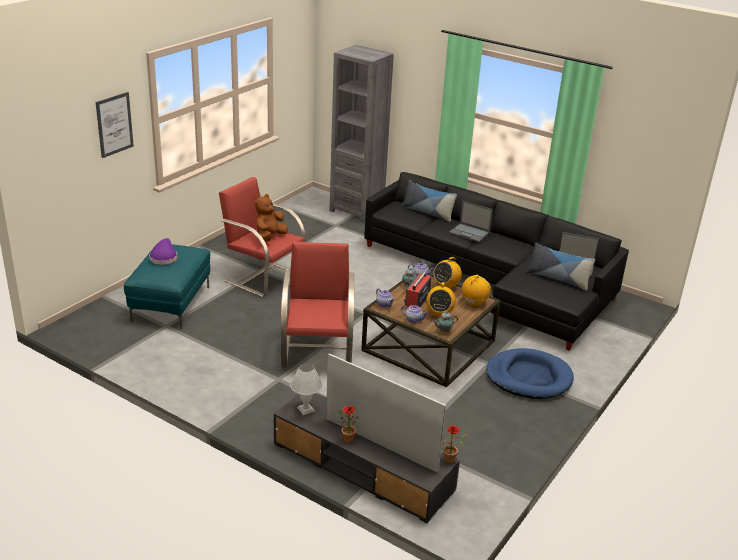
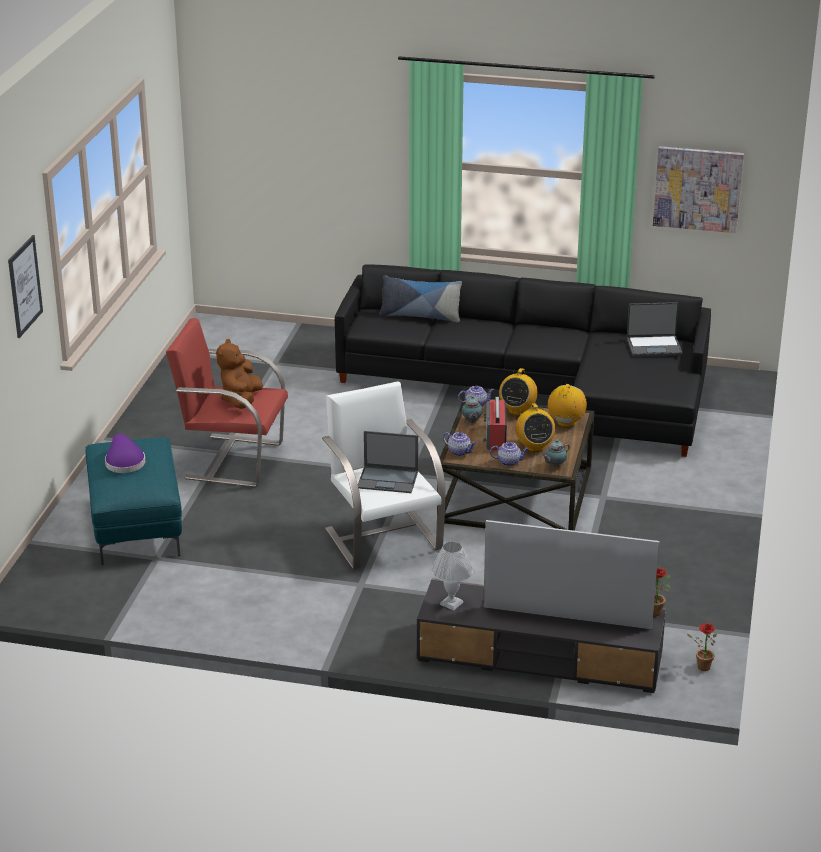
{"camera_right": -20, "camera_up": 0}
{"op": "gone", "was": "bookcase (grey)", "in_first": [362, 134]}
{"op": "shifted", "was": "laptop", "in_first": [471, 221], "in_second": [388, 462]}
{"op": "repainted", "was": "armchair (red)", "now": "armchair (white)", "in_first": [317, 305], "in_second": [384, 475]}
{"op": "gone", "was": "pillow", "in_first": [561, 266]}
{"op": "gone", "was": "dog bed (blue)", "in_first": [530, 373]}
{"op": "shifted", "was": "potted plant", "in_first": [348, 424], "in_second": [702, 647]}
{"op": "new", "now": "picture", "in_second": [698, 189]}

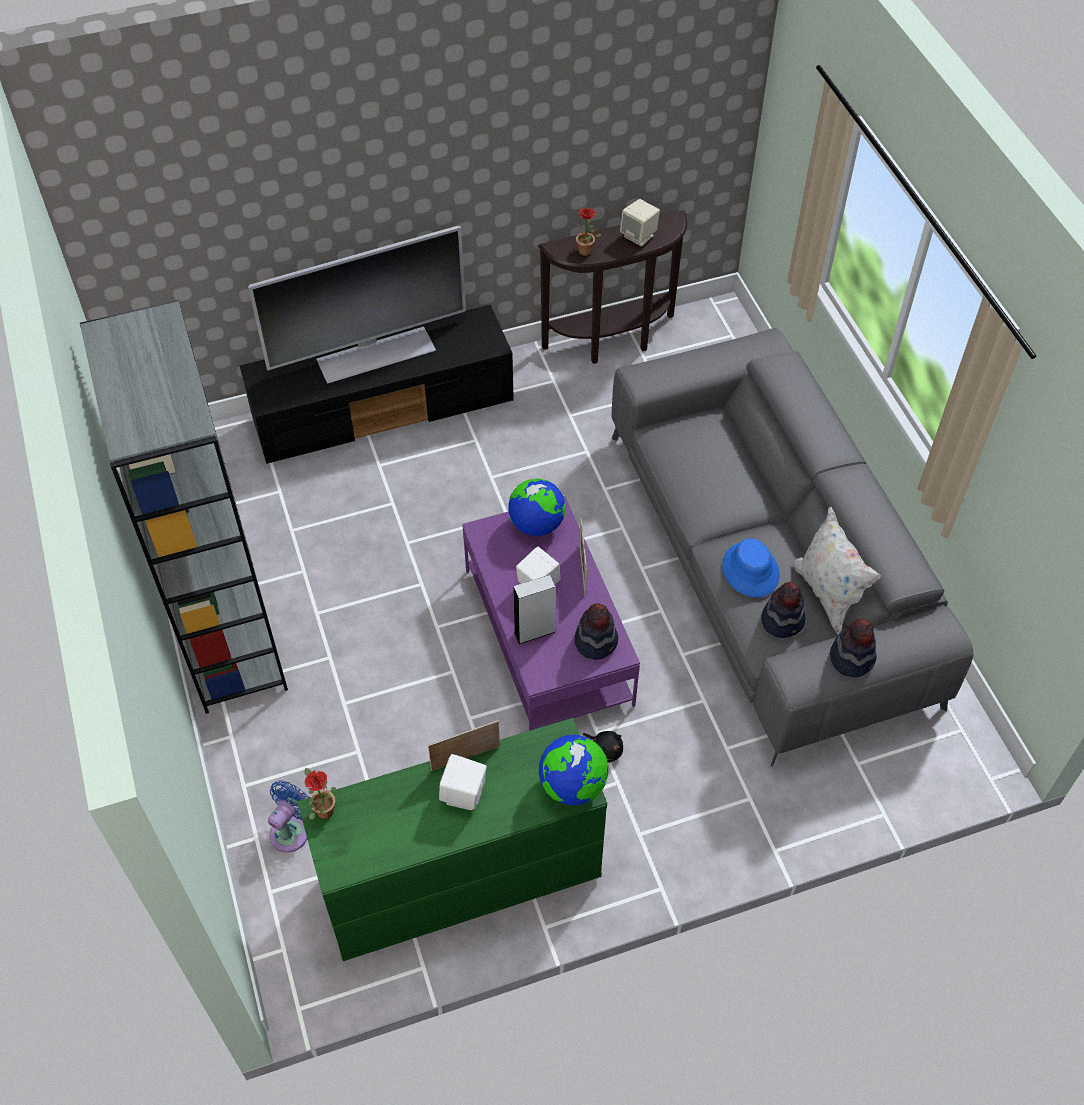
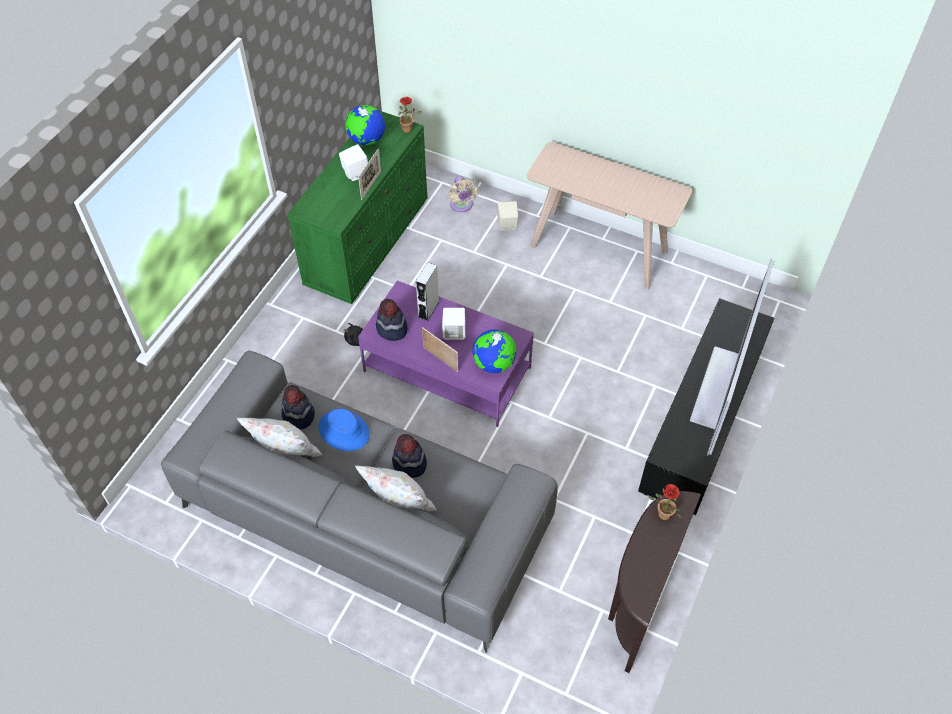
{"camera_right": 135, "camera_up": 0}
{"op": "shifted", "was": "speaker (beige)", "in_first": [640, 223], "in_second": [507, 216]}
{"op": "swapped", "was": "bookcase (grey)", "now": "console table (beige)", "in_first": [184, 507], "in_second": [609, 216]}
{"op": "shifted", "was": "hat", "in_first": [853, 648], "in_second": [409, 456]}
{"op": "shifted", "was": "globe", "in_first": [573, 770], "in_second": [365, 125]}
{"op": "repainted", "was": "fan (blue)", "now": "fan (beige)", "in_first": [289, 817], "in_second": [463, 194]}
{"op": "new", "now": "pillow (white)", "in_second": [396, 488]}

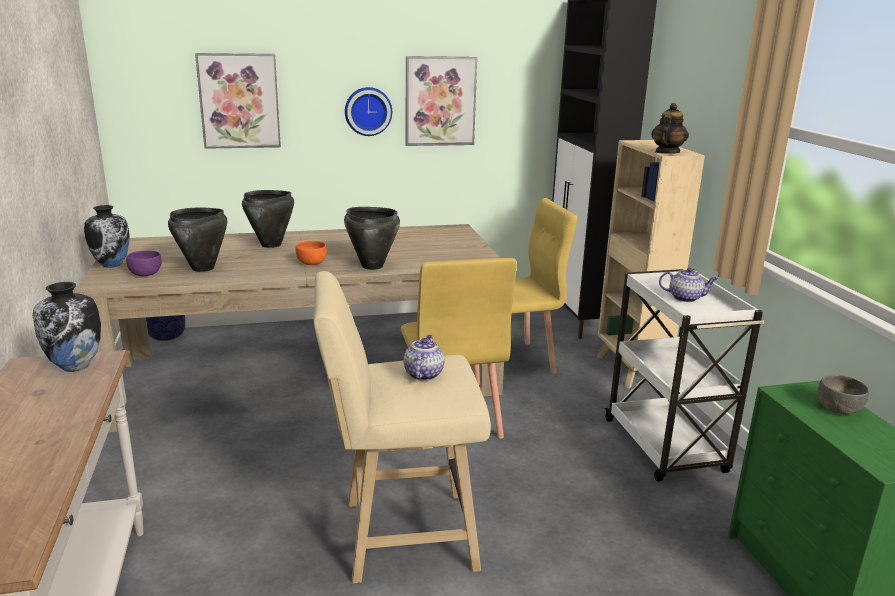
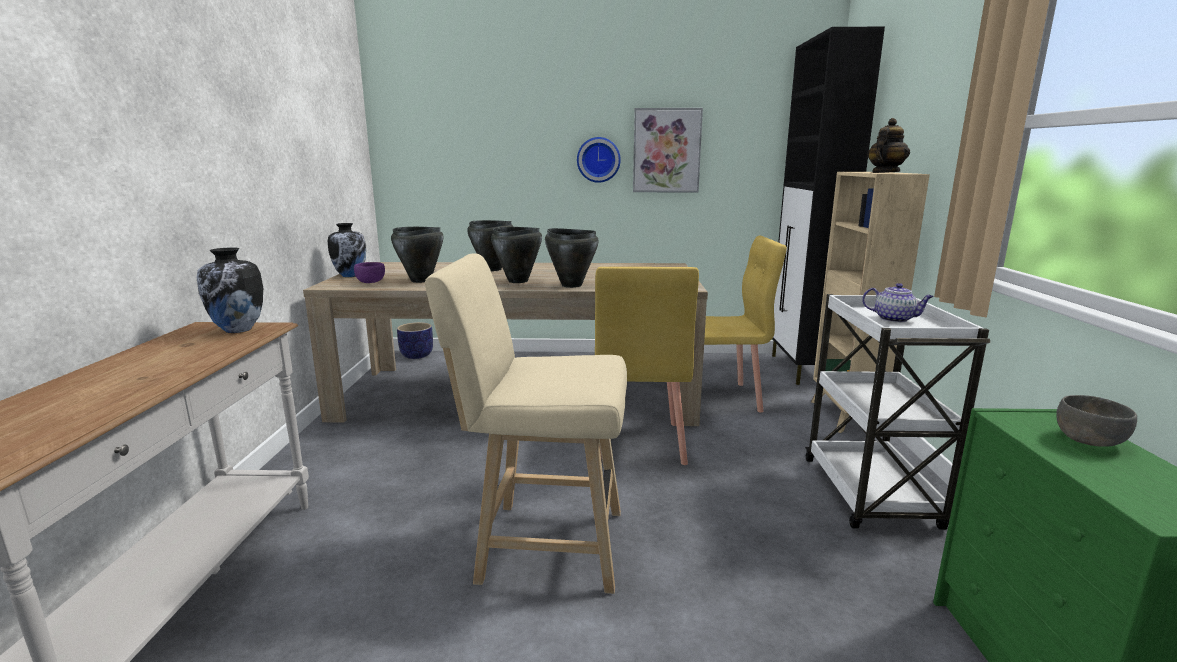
{"camera_right": 15, "camera_up": -5}
{"op": "gone", "was": "picture", "in_first": [238, 101]}
{"op": "swapped", "was": "bowl (orange)", "now": "cooking pot (black)", "in_first": [311, 253], "in_second": [516, 255]}
{"op": "gone", "was": "teapot", "in_first": [423, 358]}

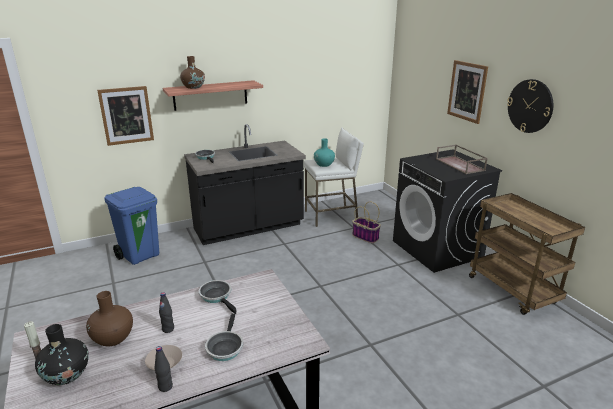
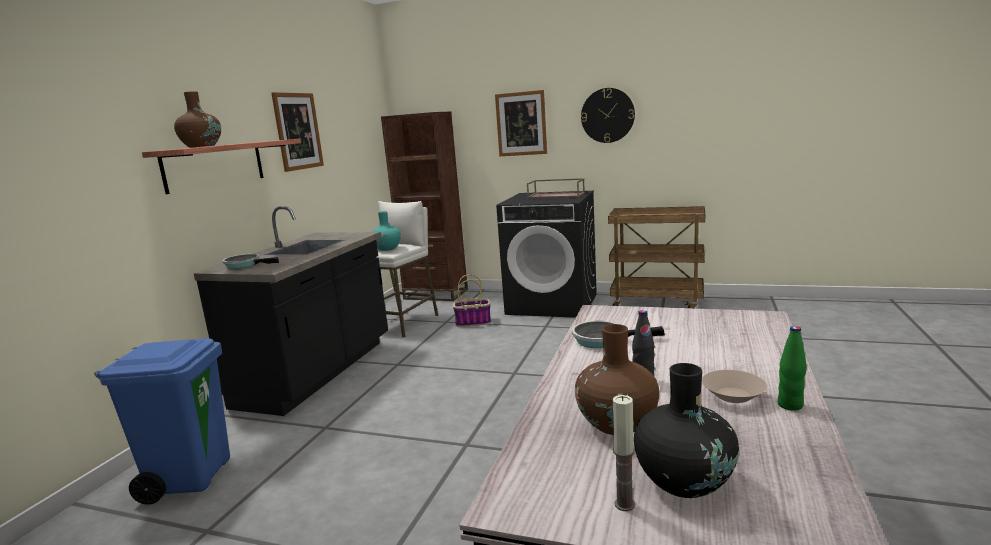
{"camera_right": -45, "camera_up": -10}
{"op": "shifted", "was": "picture", "in_first": [125, 116], "in_second": [297, 132]}
{"op": "gone", "was": "frying pan", "in_first": [224, 337]}
{"op": "repainted", "was": "bottle (black)", "now": "bottle (green)", "in_first": [163, 369], "in_second": [792, 368]}
{"op": "new", "now": "bookcase (brown)", "in_second": [424, 206]}

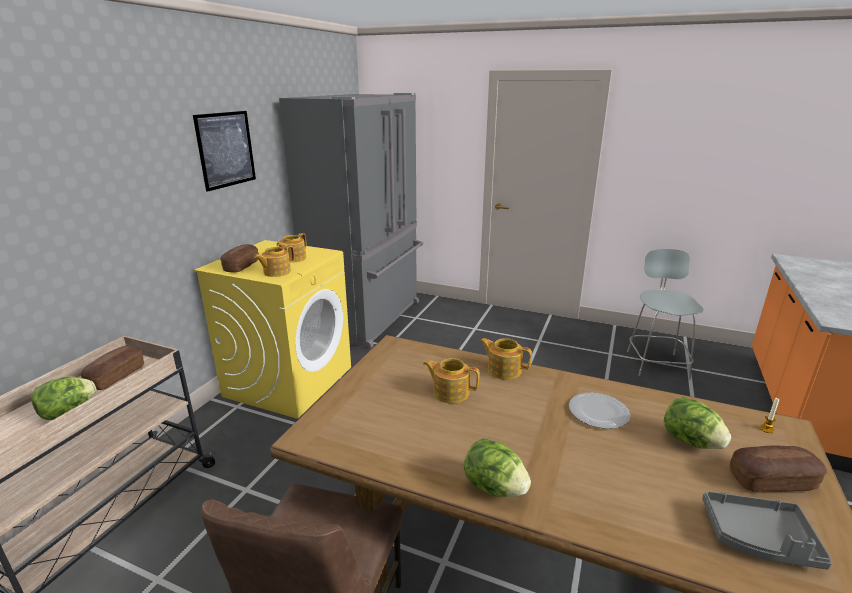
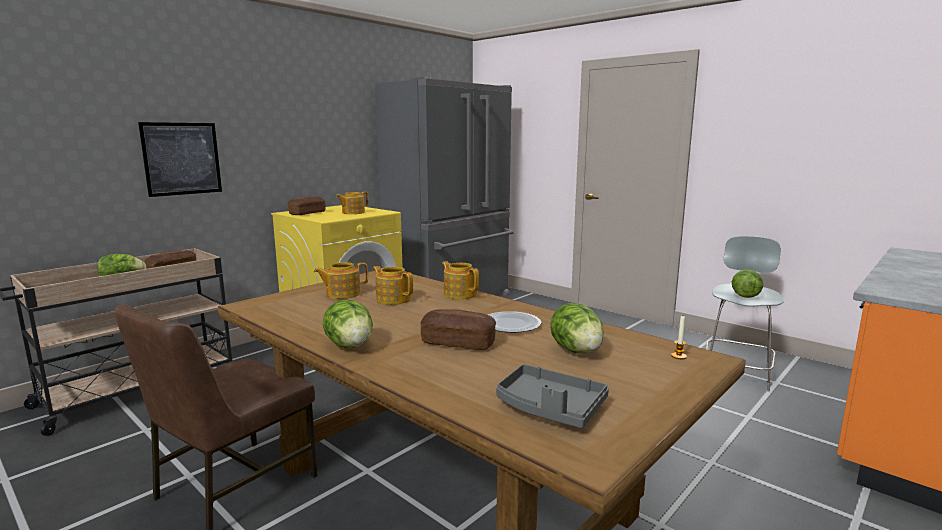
{"camera_right": 20, "camera_up": -10}
{"op": "shifted", "was": "picture", "in_first": [224, 151], "in_second": [180, 159]}
{"op": "shifted", "was": "teapot", "in_first": [274, 261], "in_second": [341, 280]}
{"op": "shifted", "was": "bread", "in_first": [778, 468], "in_second": [458, 329]}
{"op": "new", "now": "lettuce", "in_second": [747, 283]}

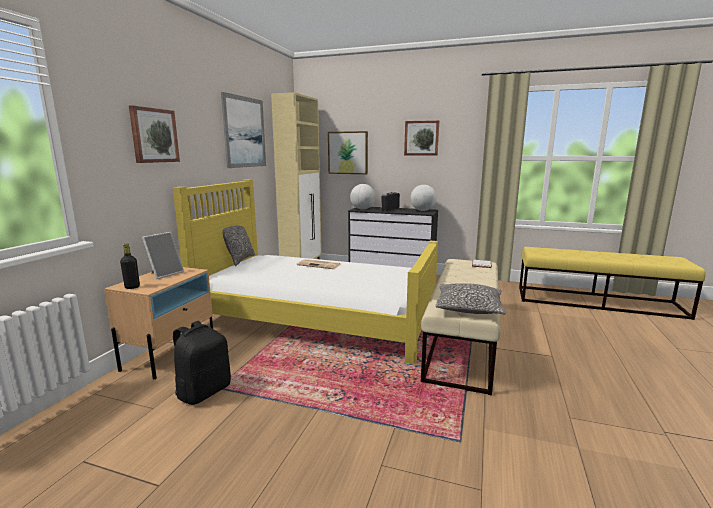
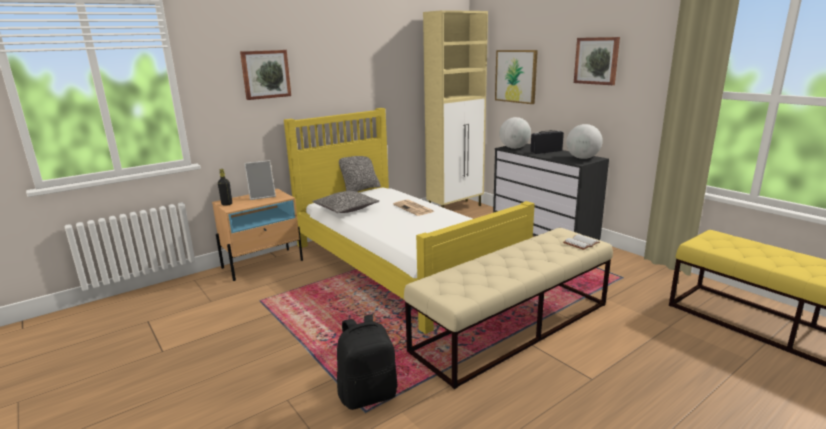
{"camera_right": 35, "camera_up": 5}
{"op": "gone", "was": "picture", "in_first": [243, 130]}
{"op": "shifted", "was": "pillow", "in_first": [470, 298], "in_second": [346, 202]}
{"op": "shifted", "was": "backpack (black)", "in_first": [202, 363], "in_second": [367, 362]}

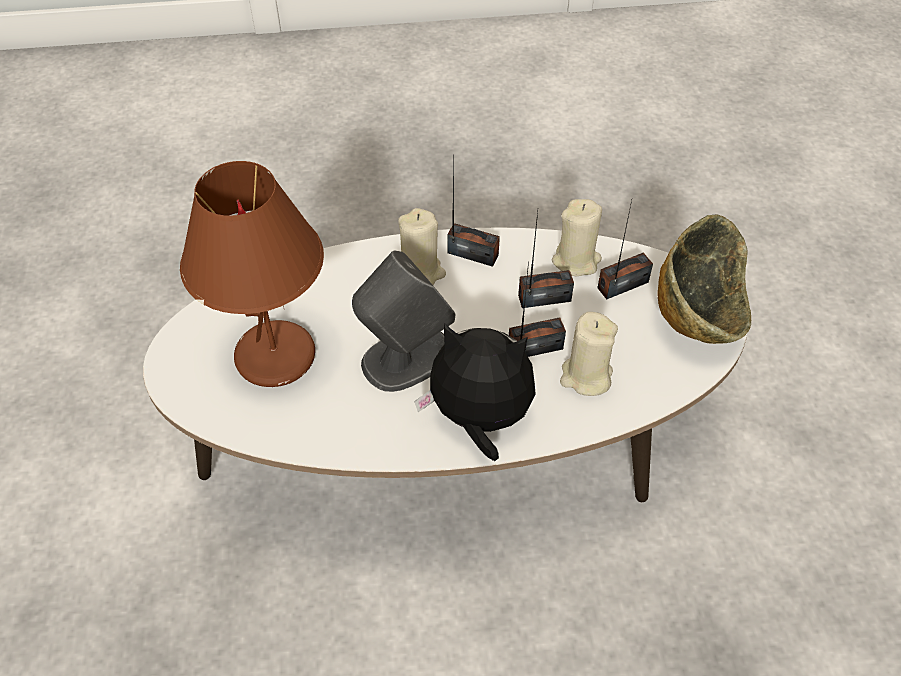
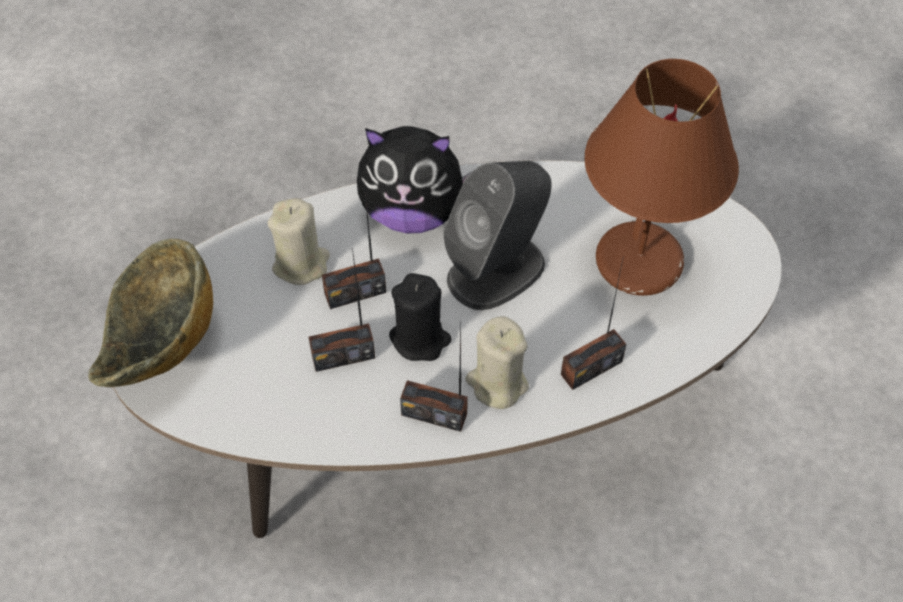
{"camera_right": 175, "camera_up": 5}
{"op": "gone", "was": "candle (beige)", "in_first": [577, 238]}
{"op": "shifted", "was": "radio", "in_first": [625, 250], "in_second": [593, 323]}
{"op": "new", "now": "candle (black)", "in_second": [420, 317]}

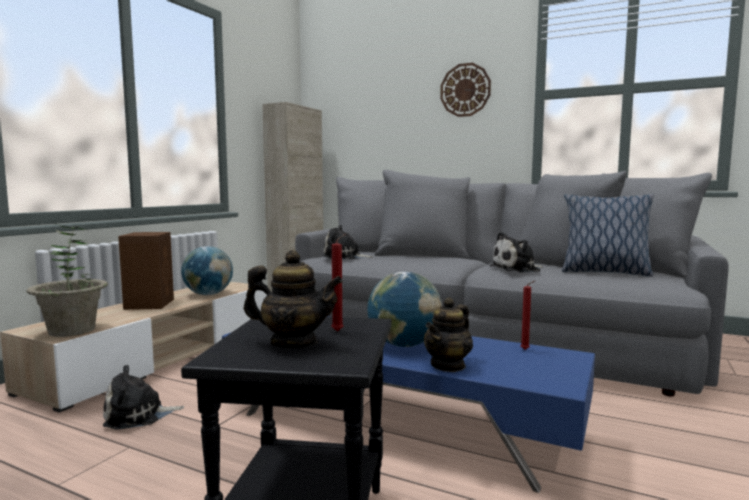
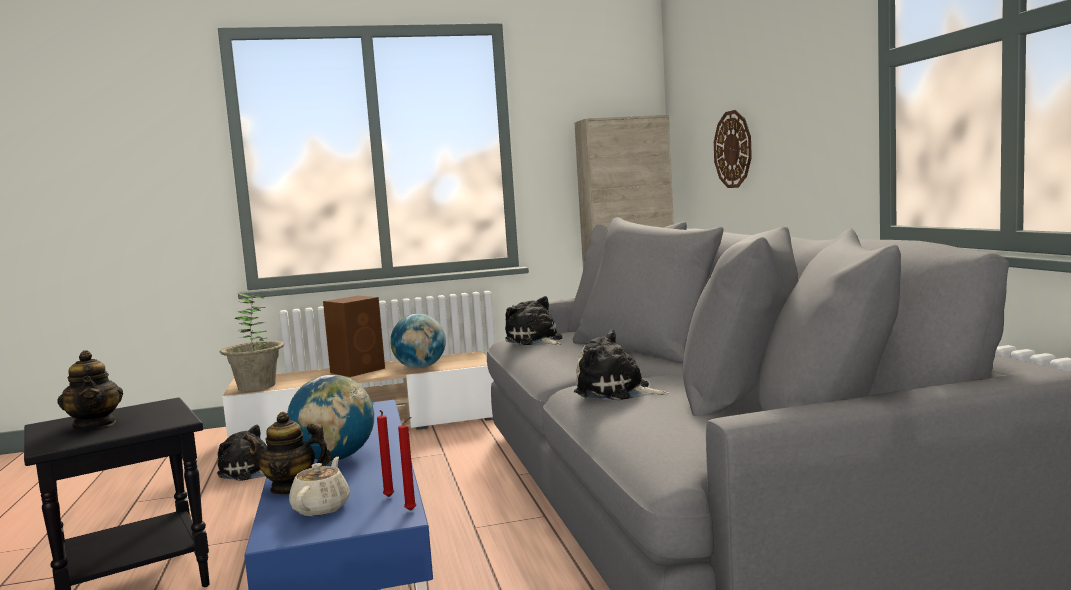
{"camera_right": 50, "camera_up": 0}
{"op": "shifted", "was": "wall clock", "in_first": [465, 90], "in_second": [733, 149]}
{"op": "gone", "was": "pillow", "in_first": [608, 235]}
{"op": "shifted", "was": "candle (red)", "in_first": [338, 283], "in_second": [407, 464]}
{"op": "new", "now": "teapot (beige)", "in_second": [319, 486]}

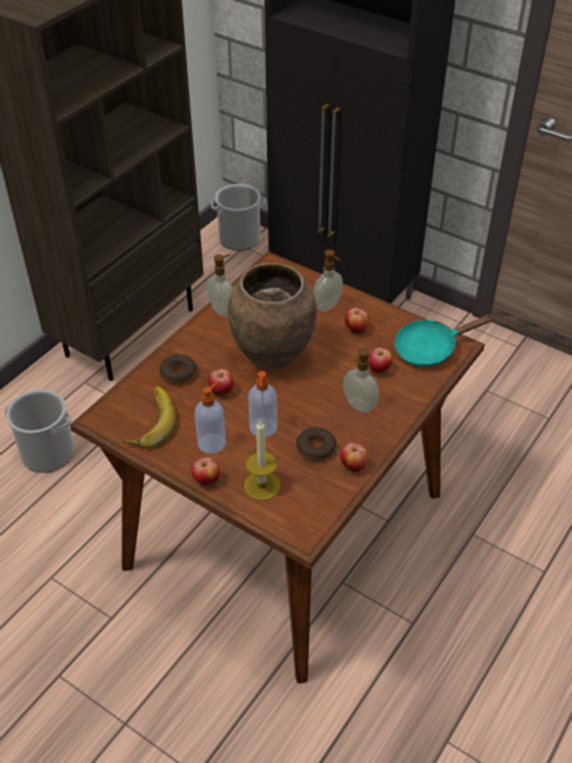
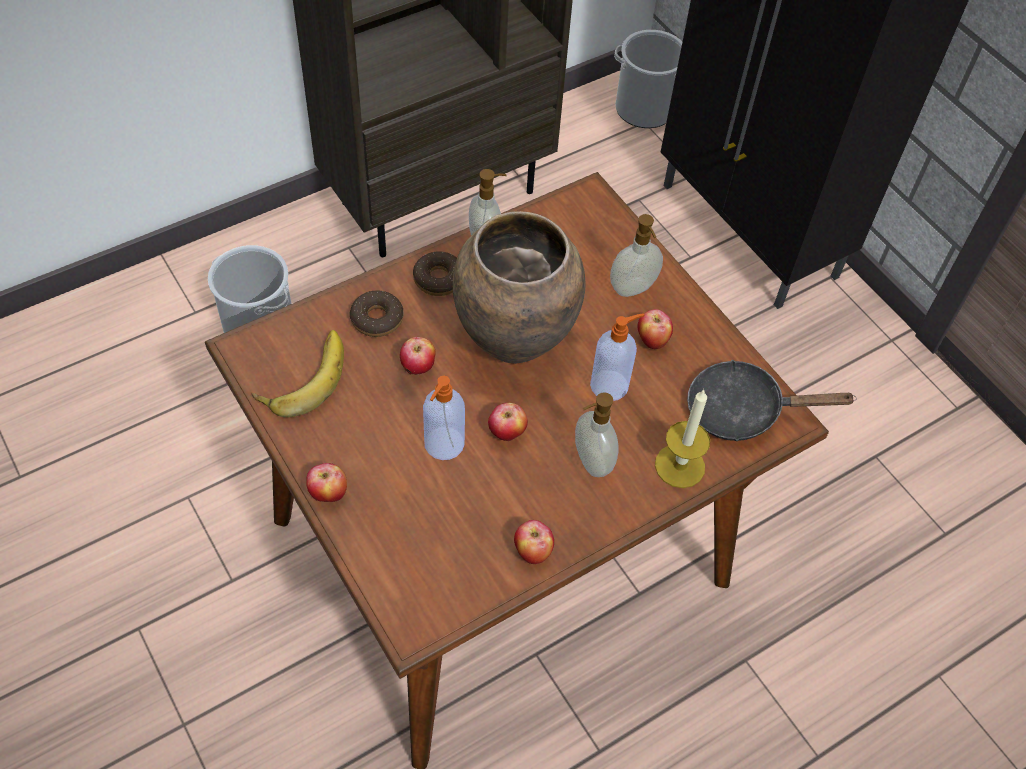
{"camera_right": 20, "camera_up": 10}
{"op": "repainted", "was": "frying pan (turquoise)", "now": "frying pan (black)", "in_first": [444, 340], "in_second": [772, 400]}
{"op": "shifted", "was": "apple", "in_first": [380, 360], "in_second": [508, 422]}
{"op": "shifted", "was": "soap dispenser", "in_first": [210, 417], "in_second": [617, 357]}
{"op": "shifted", "was": "candle", "in_first": [262, 460], "in_second": [682, 438]}
{"op": "shifted", "was": "donut", "in_first": [316, 444], "in_second": [435, 273]}

